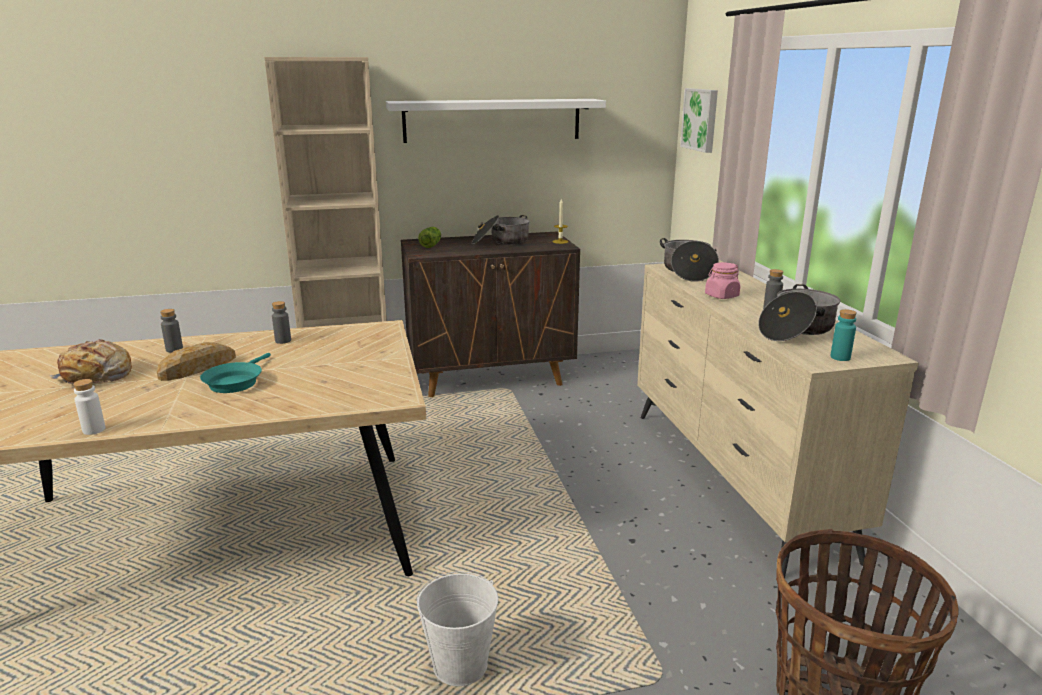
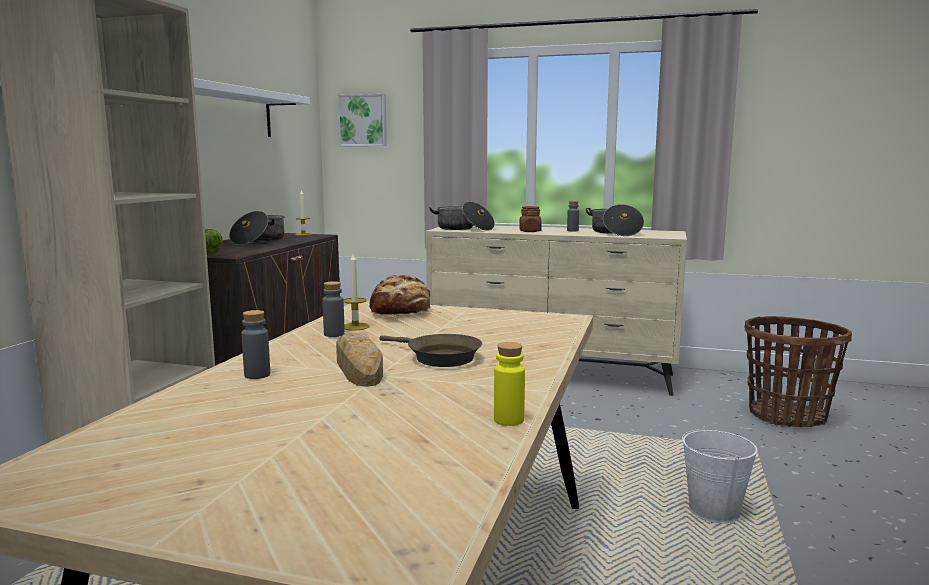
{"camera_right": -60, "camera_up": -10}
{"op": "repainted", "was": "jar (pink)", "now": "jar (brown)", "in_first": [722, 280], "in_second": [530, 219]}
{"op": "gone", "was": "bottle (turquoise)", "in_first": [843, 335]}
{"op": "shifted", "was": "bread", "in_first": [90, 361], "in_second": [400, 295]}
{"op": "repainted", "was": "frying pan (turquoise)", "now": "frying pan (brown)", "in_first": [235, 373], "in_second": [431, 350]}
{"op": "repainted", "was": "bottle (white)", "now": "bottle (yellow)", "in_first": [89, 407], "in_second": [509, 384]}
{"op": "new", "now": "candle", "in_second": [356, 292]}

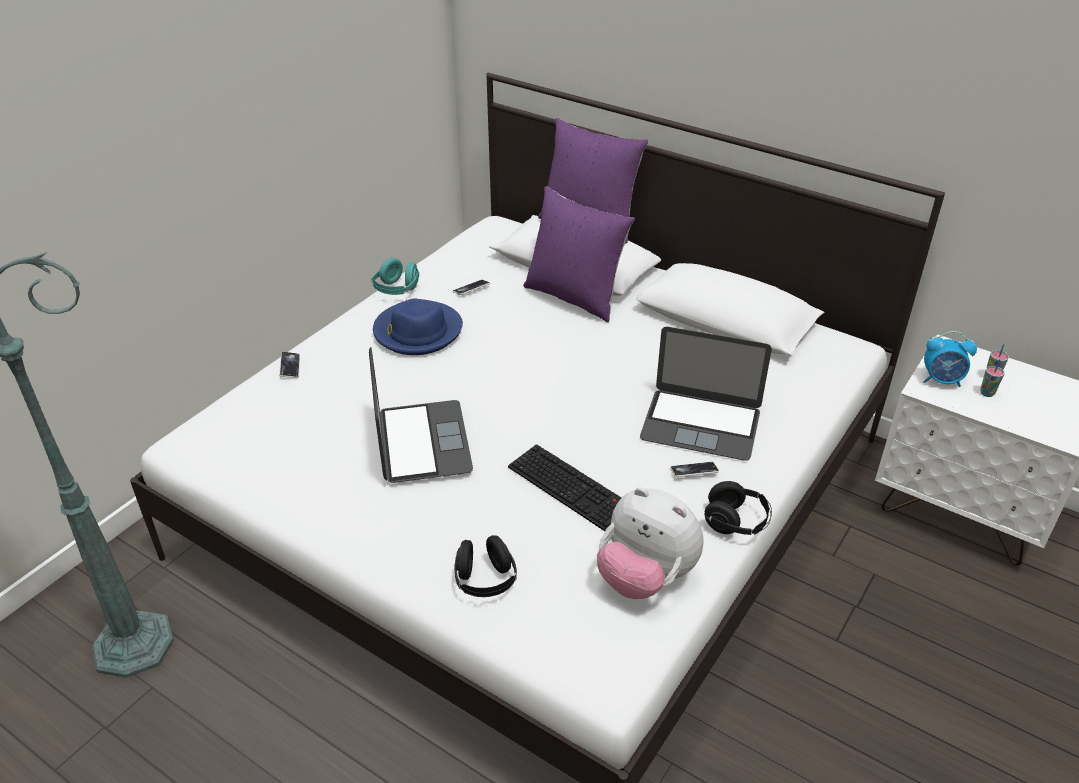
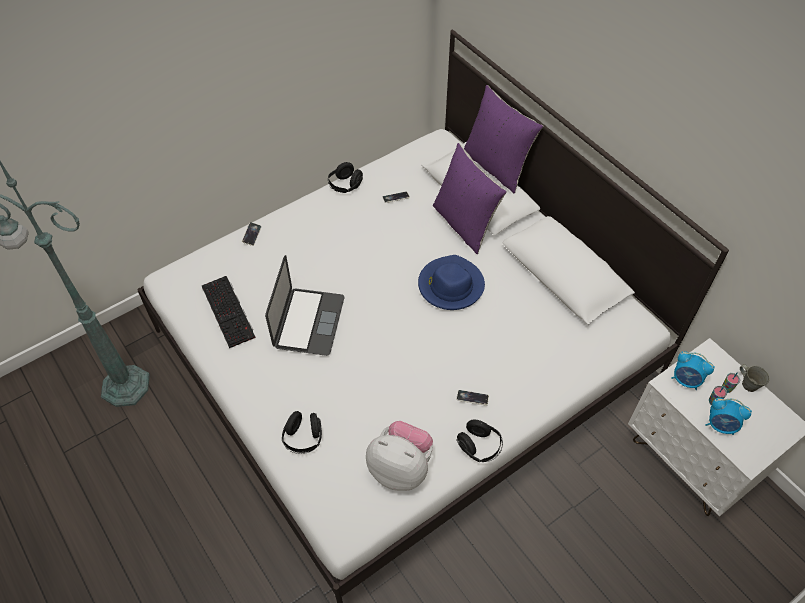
{"camera_right": 20, "camera_up": 15}
{"op": "repainted", "was": "headphones (turquoise)", "now": "headphones (black)", "in_first": [395, 276], "in_second": [345, 177]}
{"op": "shifted", "was": "hat (blue)", "in_first": [418, 327], "in_second": [451, 282]}
{"op": "gone", "was": "laptop", "in_first": [706, 394]}
{"op": "shifted", "was": "keyboard", "in_first": [565, 487], "in_second": [229, 312]}
{"op": "rotated", "was": "plush toy", "in_first": [650, 543], "in_second": [399, 456], "clockwise": 150}
{"op": "new", "now": "mug (grey)", "in_second": [755, 378]}
{"op": "new", "now": "alarm clock", "in_second": [728, 416]}

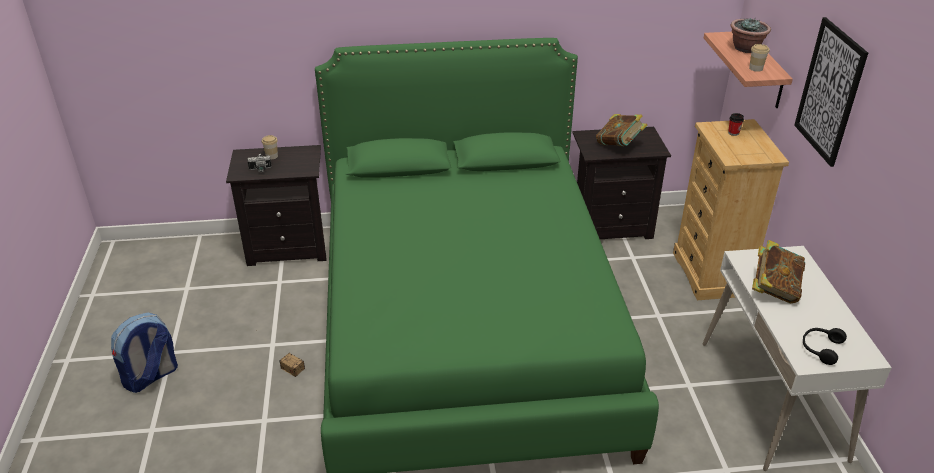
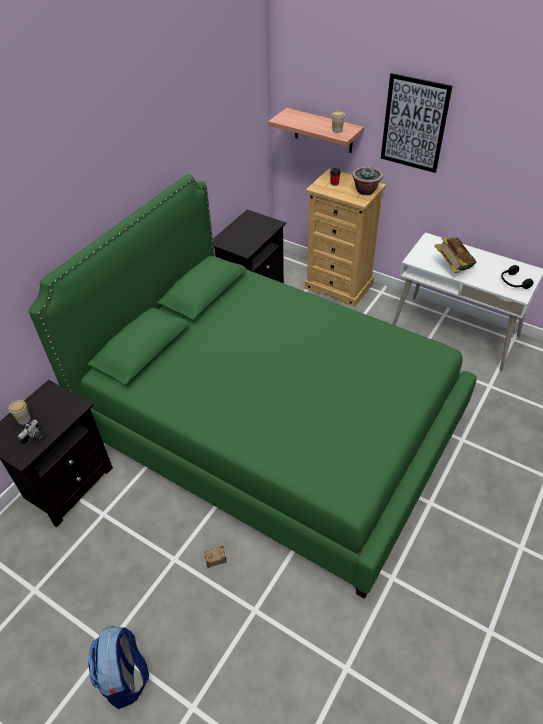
{"camera_right": -50, "camera_up": 10}
{"op": "shifted", "was": "potted plant", "in_first": [751, 35], "in_second": [367, 181]}
{"op": "gone", "was": "book", "in_first": [621, 130]}

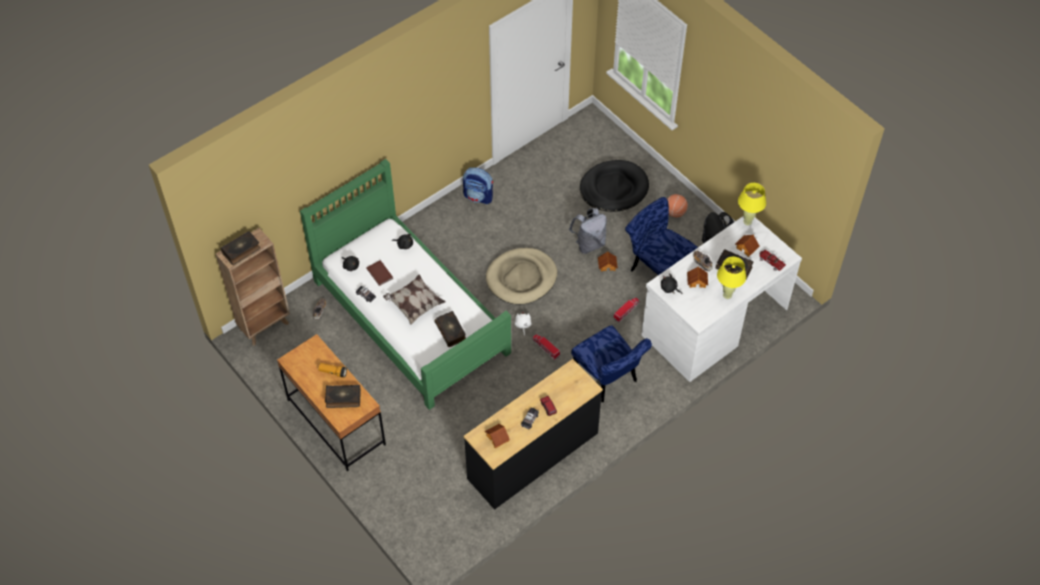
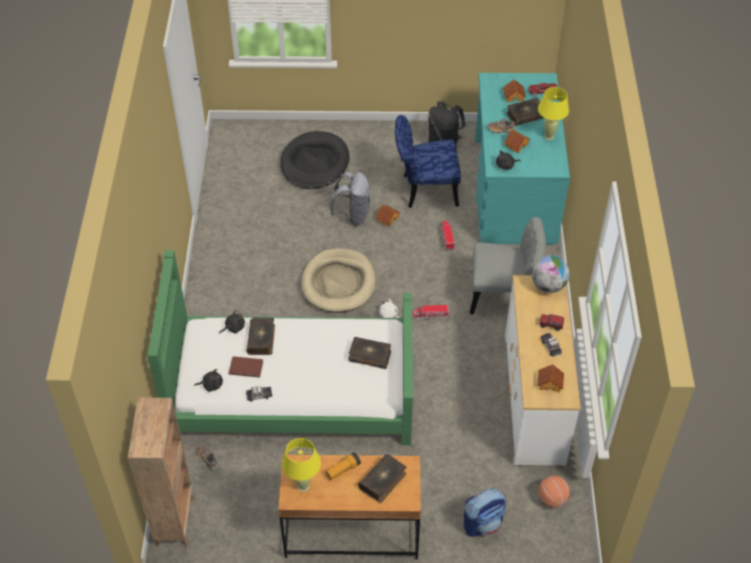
{"camera_right": -50, "camera_up": -5}
{"op": "shifted", "was": "backpack", "in_first": [478, 186], "in_second": [484, 512]}
{"op": "shifted", "was": "table lamp (yellow)", "in_first": [752, 204], "in_second": [301, 465]}
{"op": "shifted", "was": "basketball", "in_first": [677, 205], "in_second": [554, 492]}
{"op": "repainted", "was": "desk (white)", "now": "desk (turquoise)", "in_first": [722, 299], "in_second": [522, 159]}
{"op": "shifted", "was": "book", "in_first": [240, 248], "in_second": [260, 336]}
{"op": "gone", "was": "pillow", "in_first": [414, 300]}
{"op": "repainted", "was": "chair (blue)", "now": "chair (grey)", "in_first": [611, 363], "in_second": [508, 266]}
{"op": "repainted", "was": "dresser (black)", "now": "dresser (white)", "in_first": [533, 434], "in_second": [543, 370]}
{"op": "new", "now": "globe", "in_second": [551, 274]}

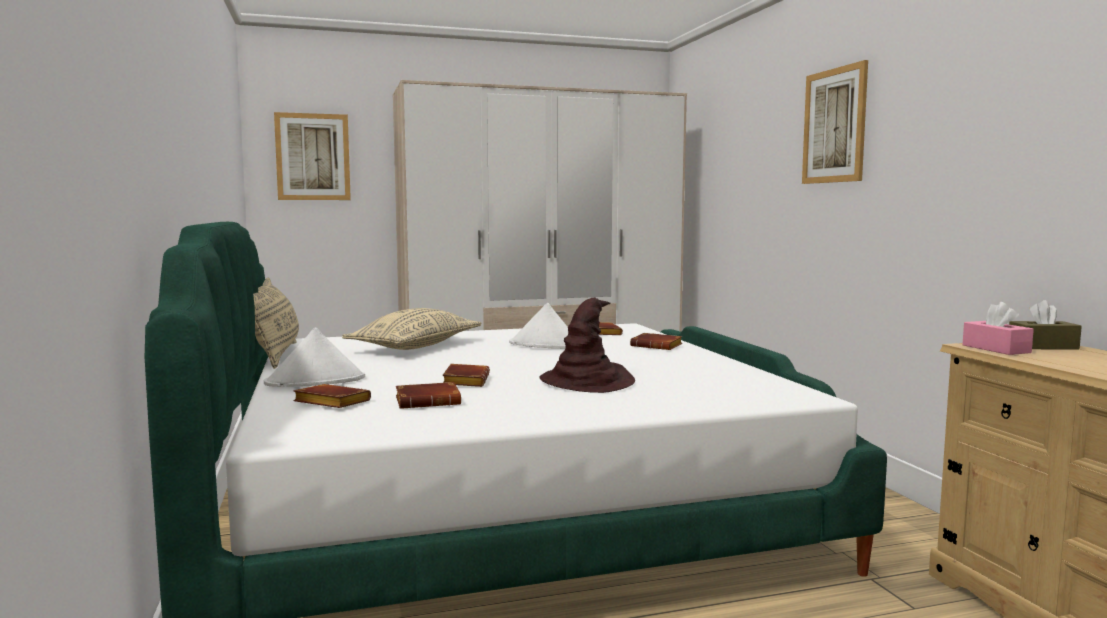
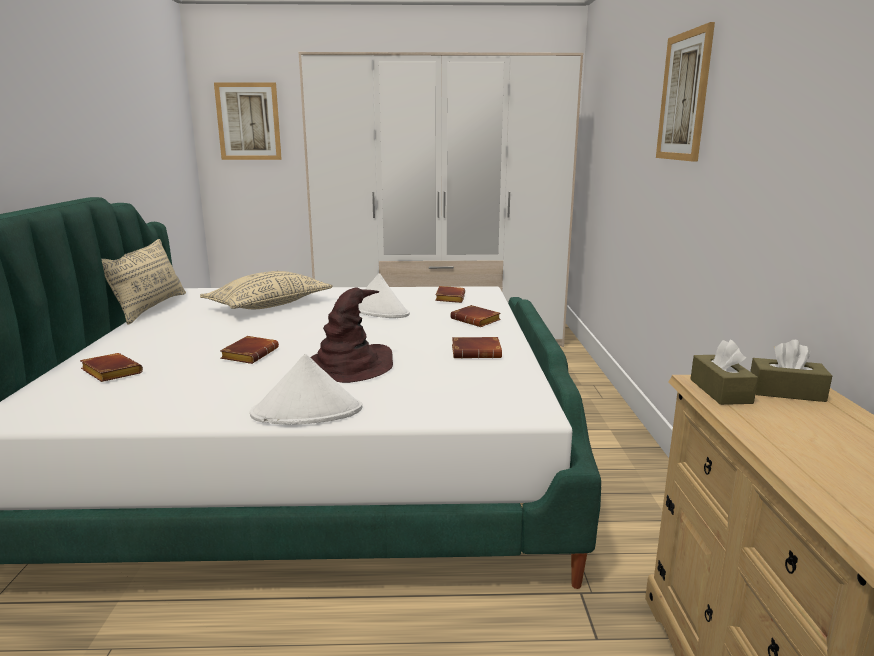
{"camera_right": 15, "camera_up": 10}
{"op": "repainted", "was": "tissue box (pink)", "now": "tissue box (brown)", "in_first": [998, 328], "in_second": [724, 372]}
{"op": "shifted", "was": "hat (white)", "in_first": [314, 357], "in_second": [306, 389]}
{"op": "shifted", "was": "book (brown)", "in_first": [428, 395], "in_second": [477, 347]}

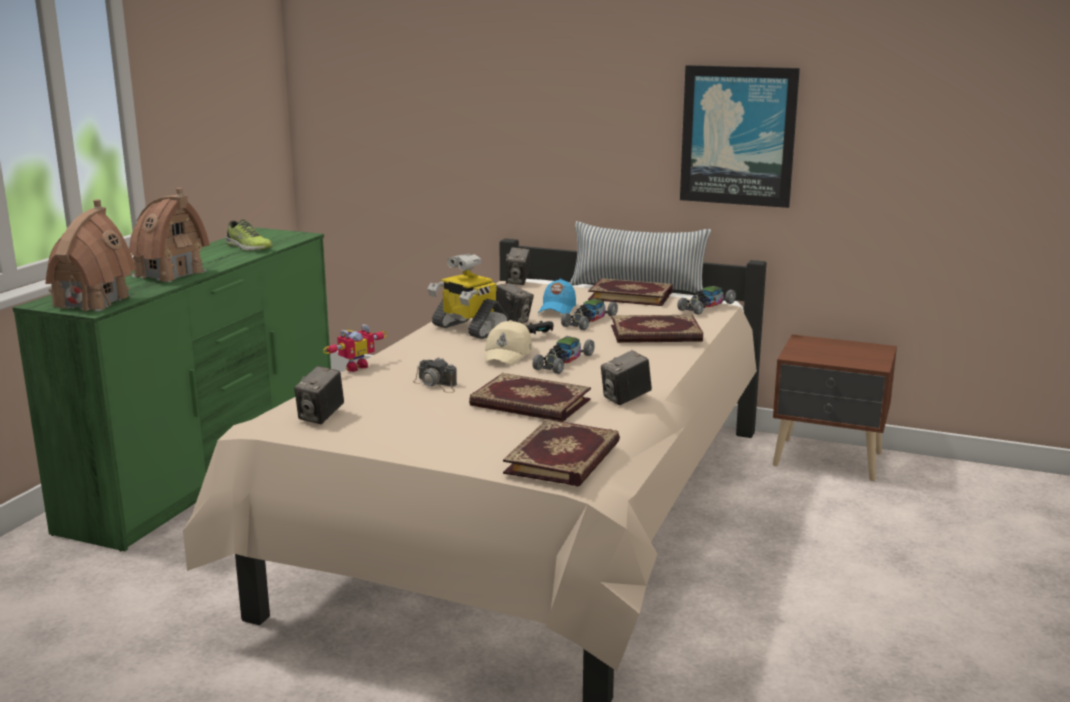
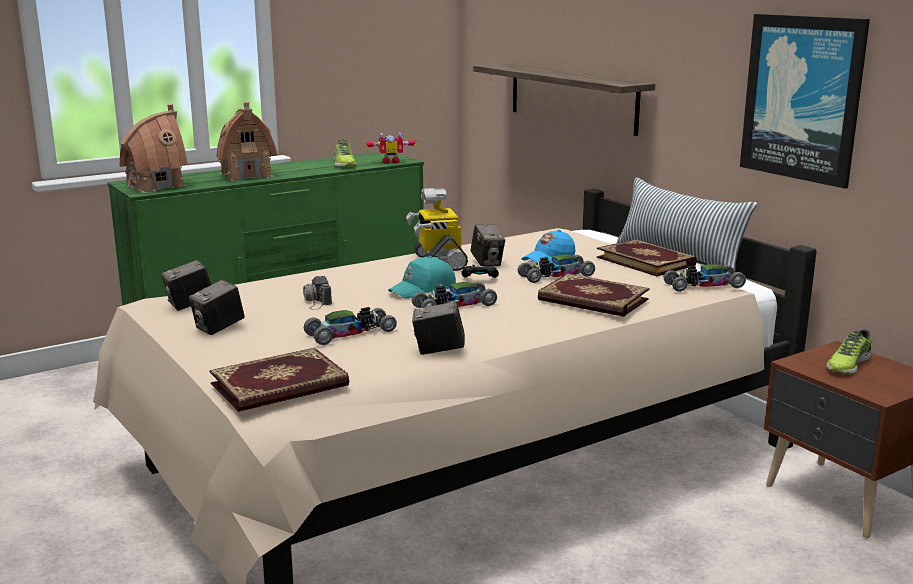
{"camera_right": 35, "camera_up": 0}
{"op": "shifted", "was": "photo camera", "in_first": [518, 266], "in_second": [217, 307]}
{"op": "repainted", "was": "cap (beige)", "now": "cap (turquoise)", "in_first": [509, 342], "in_second": [422, 277]}
{"op": "shifted", "was": "toy robot", "in_first": [355, 348], "in_second": [390, 148]}
{"op": "swapped", "was": "book", "now": "toy car", "in_first": [530, 397], "in_second": [350, 326]}
{"op": "new", "now": "shelf", "in_second": [564, 100]}
{"op": "new", "now": "shoe", "in_second": [848, 351]}

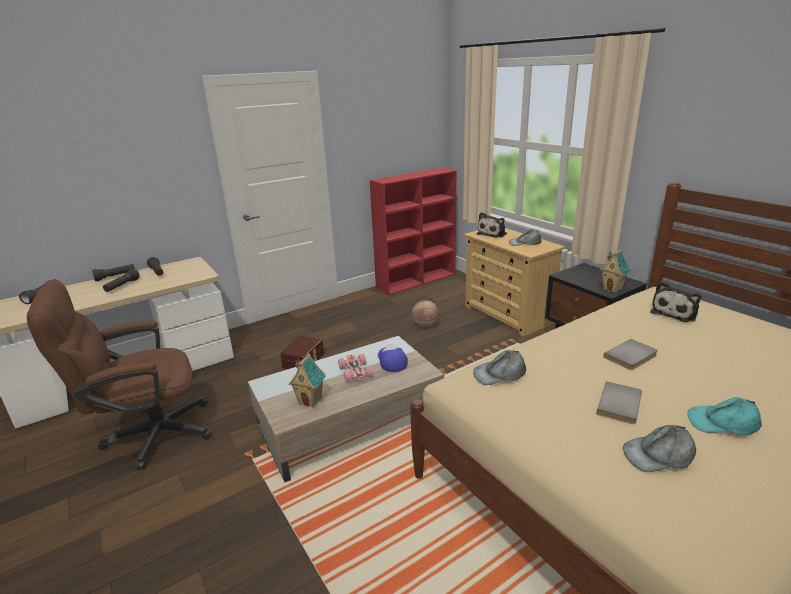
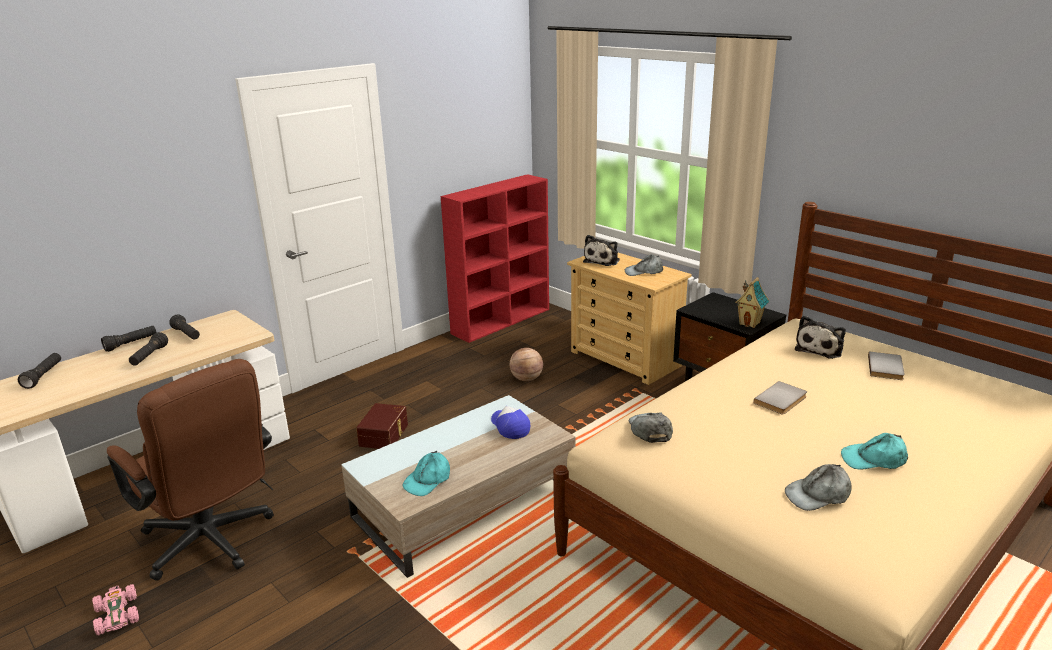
{"camera_right": -10, "camera_up": 0}
{"op": "rotated", "was": "office chair (brown)", "in_first": [119, 375], "in_second": [190, 470], "clockwise": -105}
{"op": "rotated", "was": "cap (grey)", "in_first": [499, 367], "in_second": [651, 428], "clockwise": 105}
{"op": "swapped", "was": "toy house", "now": "cap (turquoise)", "in_first": [307, 380], "in_second": [426, 473]}
{"op": "shifted", "was": "toy car (pink)", "in_first": [355, 368], "in_second": [115, 609]}
{"op": "shifted", "was": "book (grey)", "in_first": [619, 402], "in_second": [886, 365]}

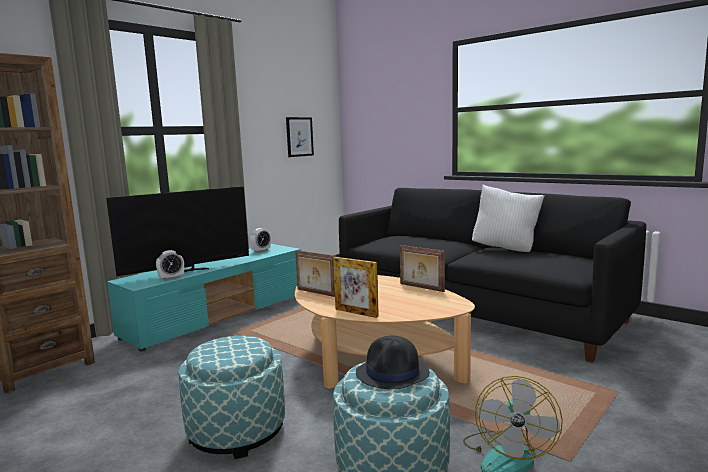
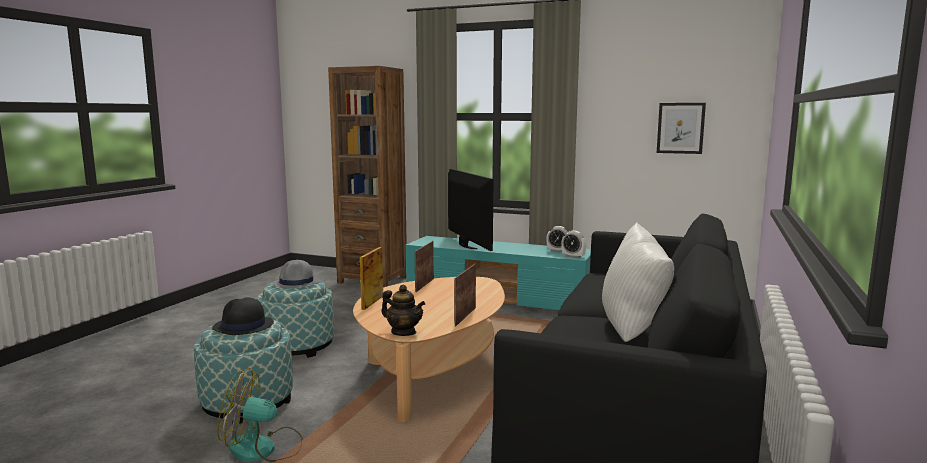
{"camera_right": 70, "camera_up": 0}
{"op": "rotated", "was": "television", "in_first": [177, 231], "in_second": [470, 210], "clockwise": -150}
{"op": "shifted", "was": "alarm clock", "in_first": [170, 265], "in_second": [574, 244]}
{"op": "new", "now": "hat (grey)", "in_second": [296, 274]}
{"op": "new", "now": "teapot", "in_second": [403, 310]}

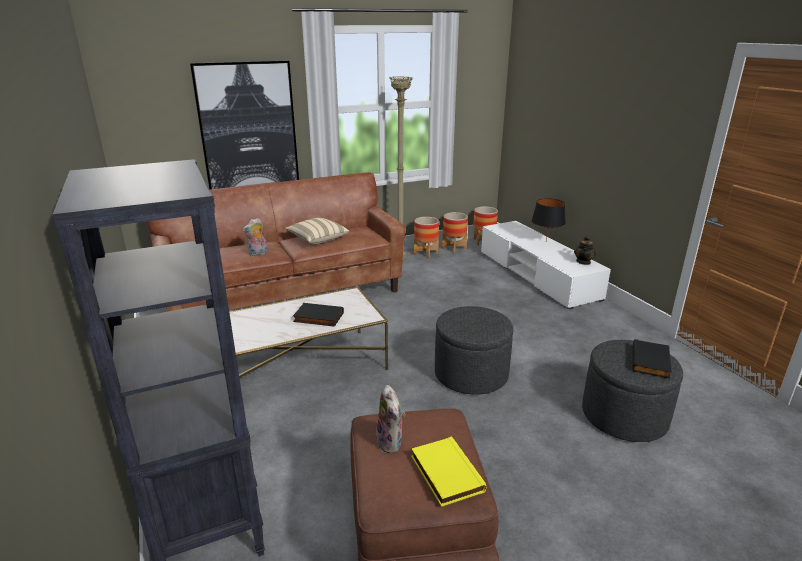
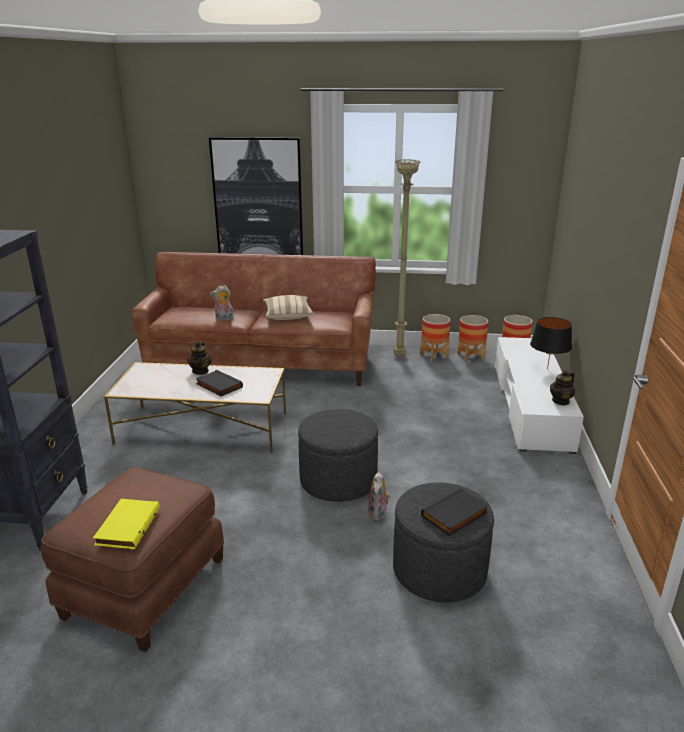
{"camera_right": 30, "camera_up": 0}
{"op": "shifted", "was": "plush toy", "in_first": [391, 419], "in_second": [379, 496]}
{"op": "new", "now": "teapot", "in_second": [199, 358]}

